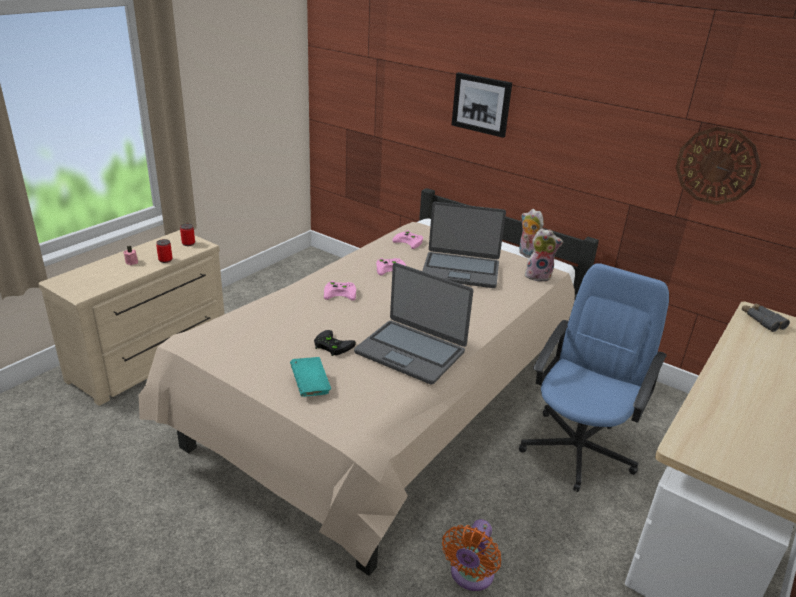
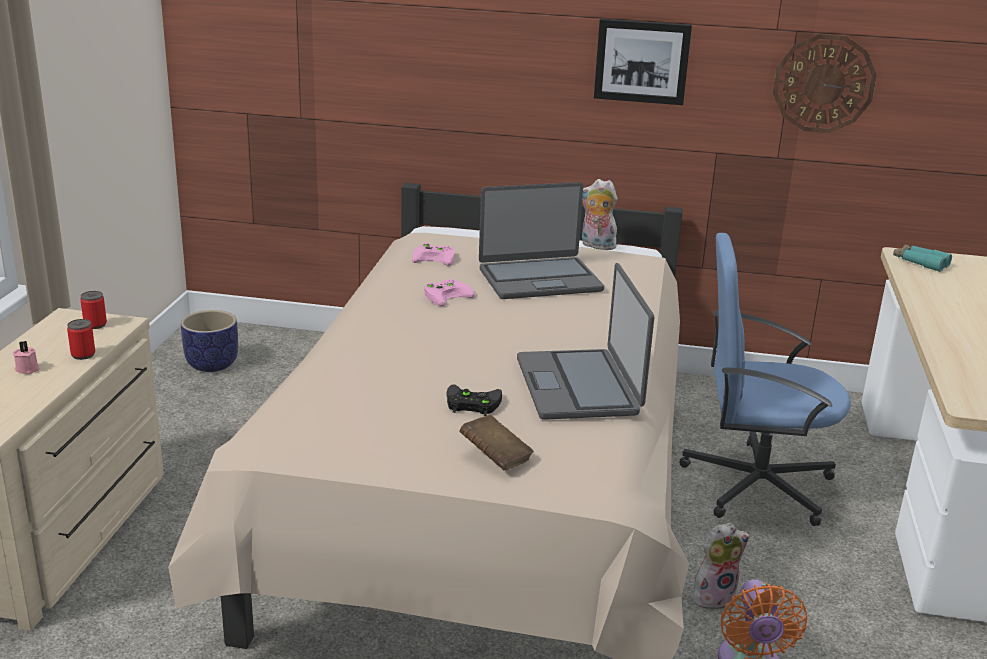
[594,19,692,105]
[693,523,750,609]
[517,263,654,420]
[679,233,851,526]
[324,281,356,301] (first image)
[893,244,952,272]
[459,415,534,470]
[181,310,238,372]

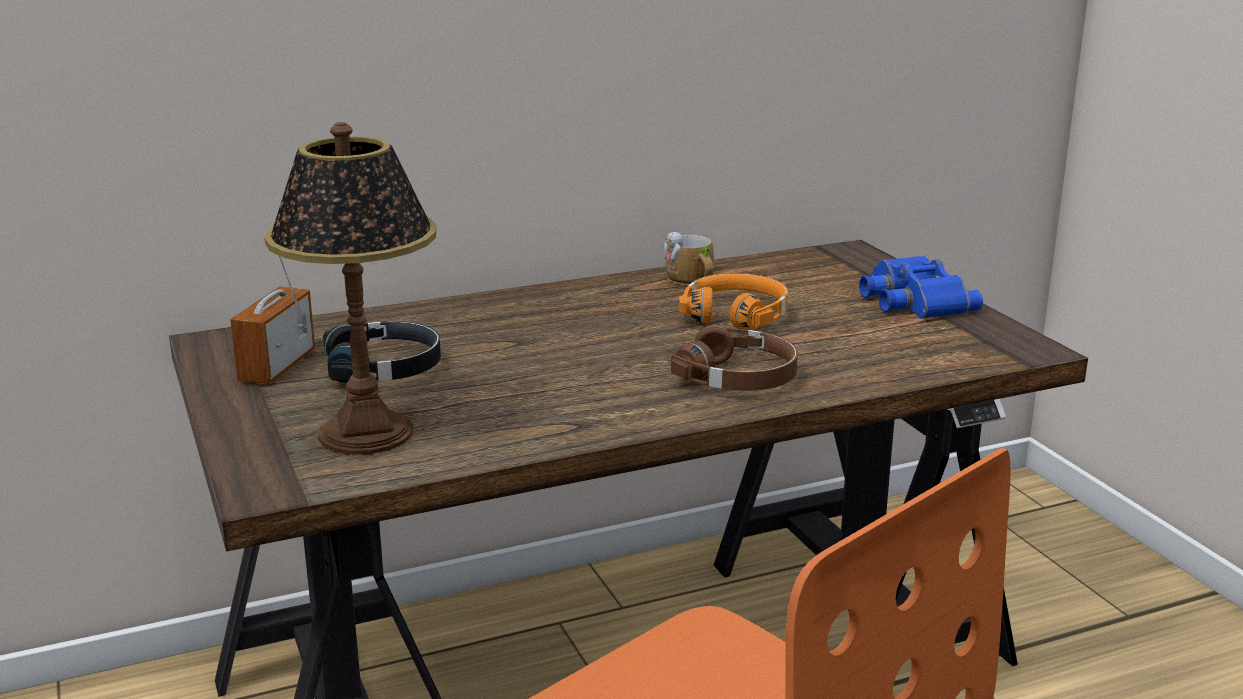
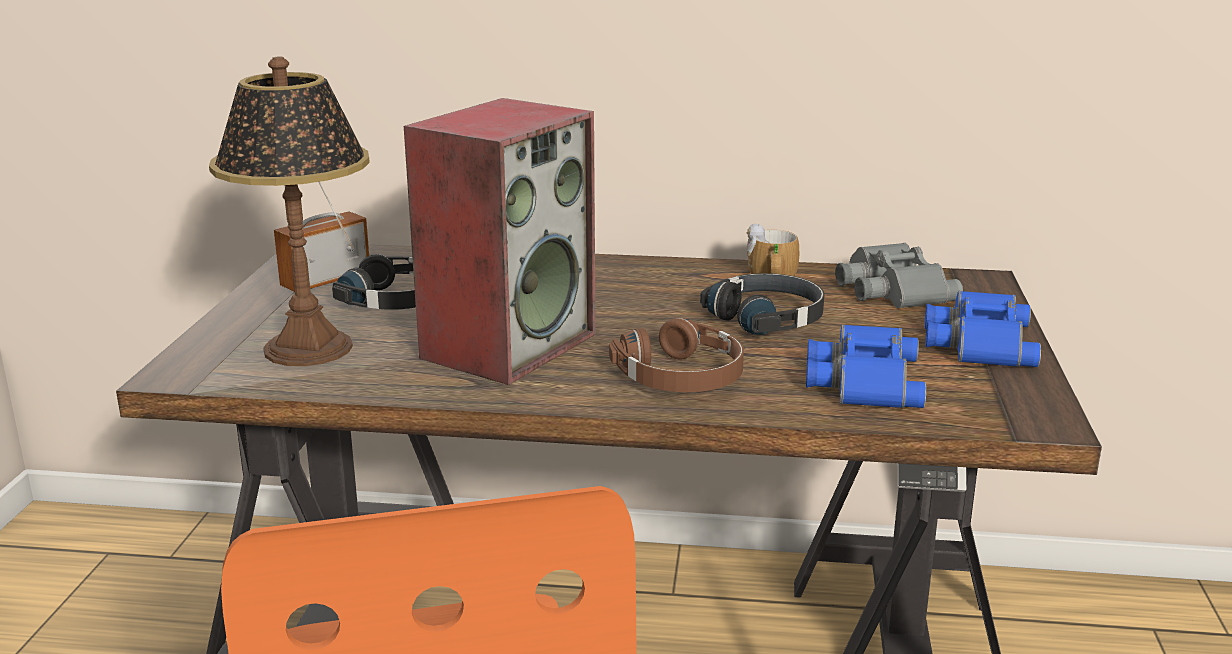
[700,273,824,335]
[404,98,596,385]
[835,243,963,308]
[806,324,926,408]

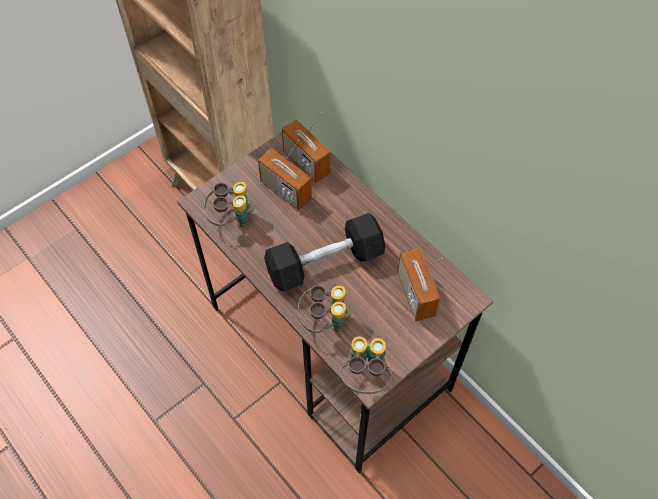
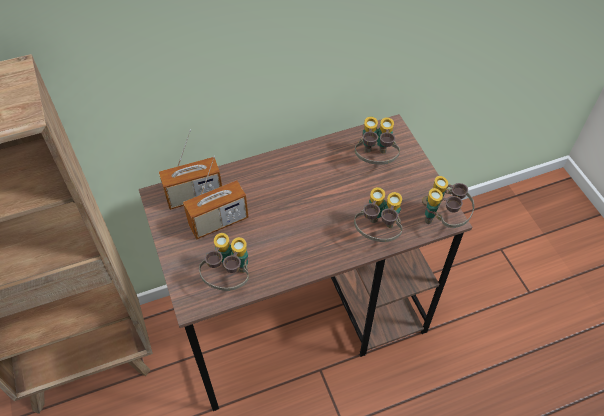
[264,213,385,291] (first image)
[355,117,400,164]

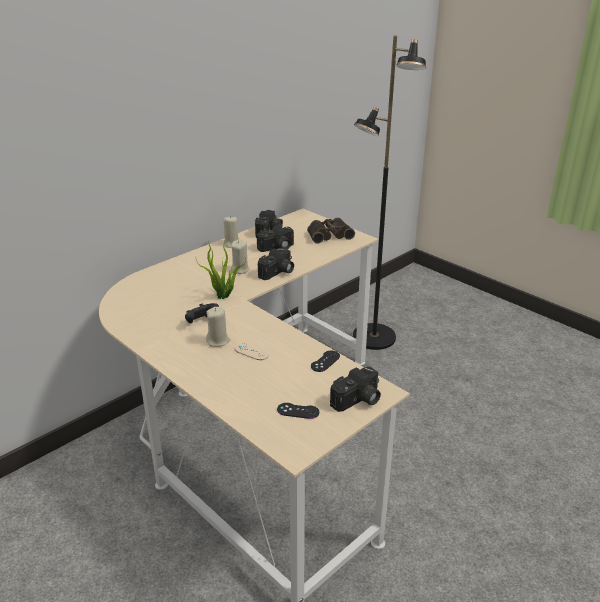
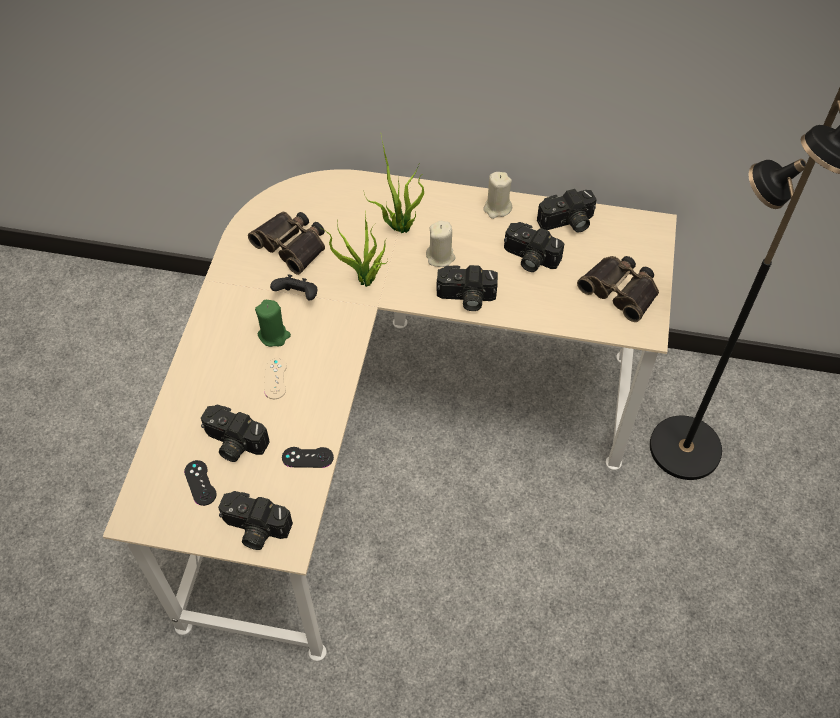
[255,300,291,347]
[364,136,424,233]
[248,211,325,275]
[201,405,270,462]

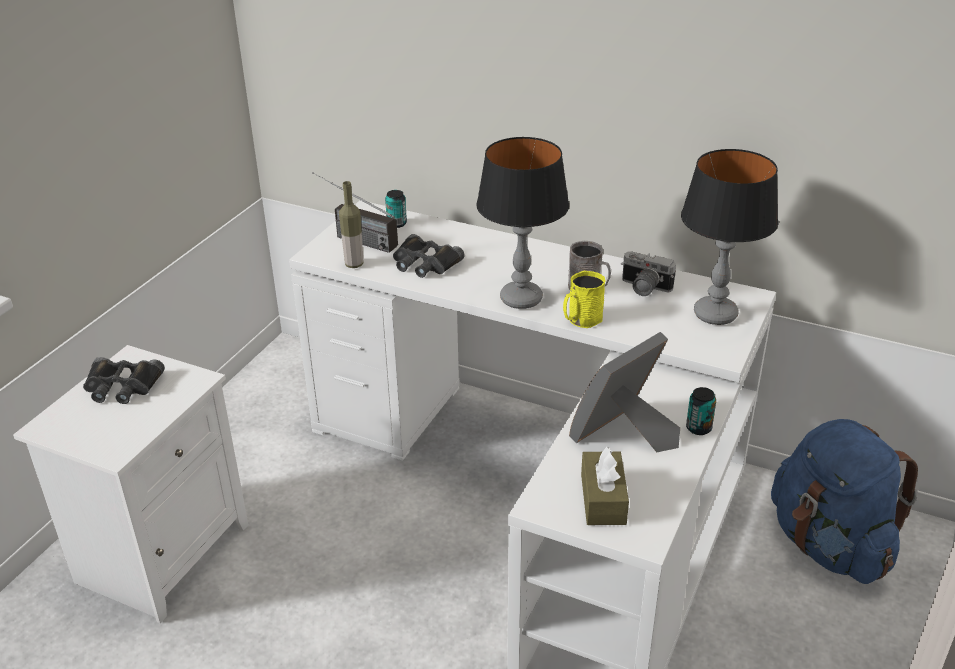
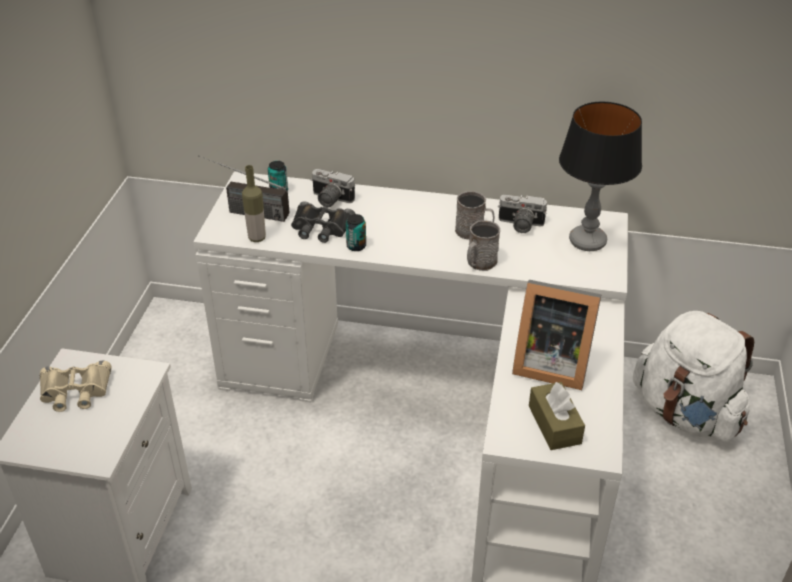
[476,137,569,309] (first image)
[467,220,500,271]
[512,280,602,390]
[40,361,111,412]
[346,214,366,251]
[633,311,754,442]
[310,169,355,207]

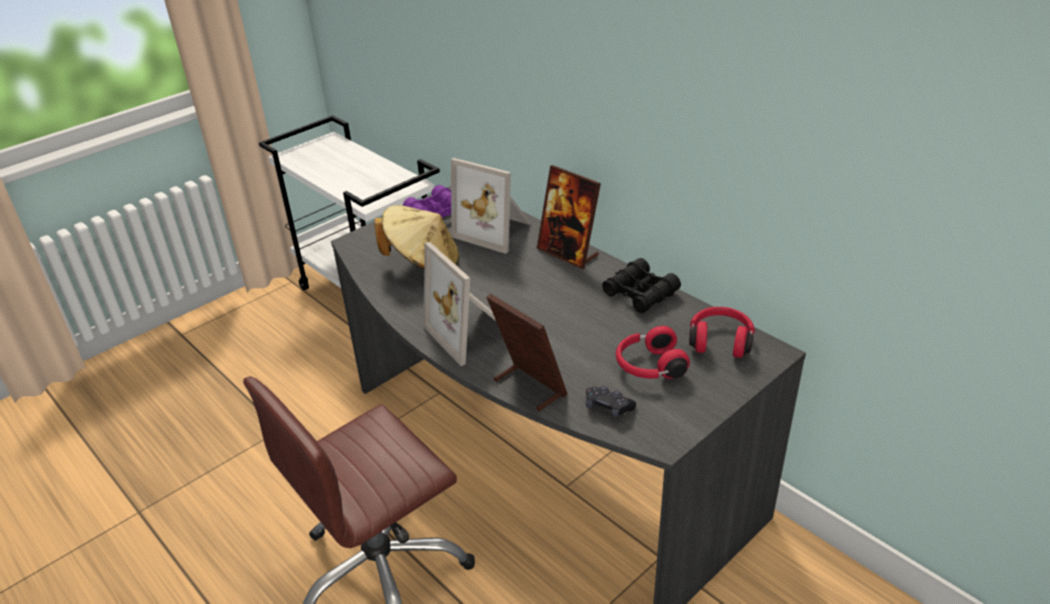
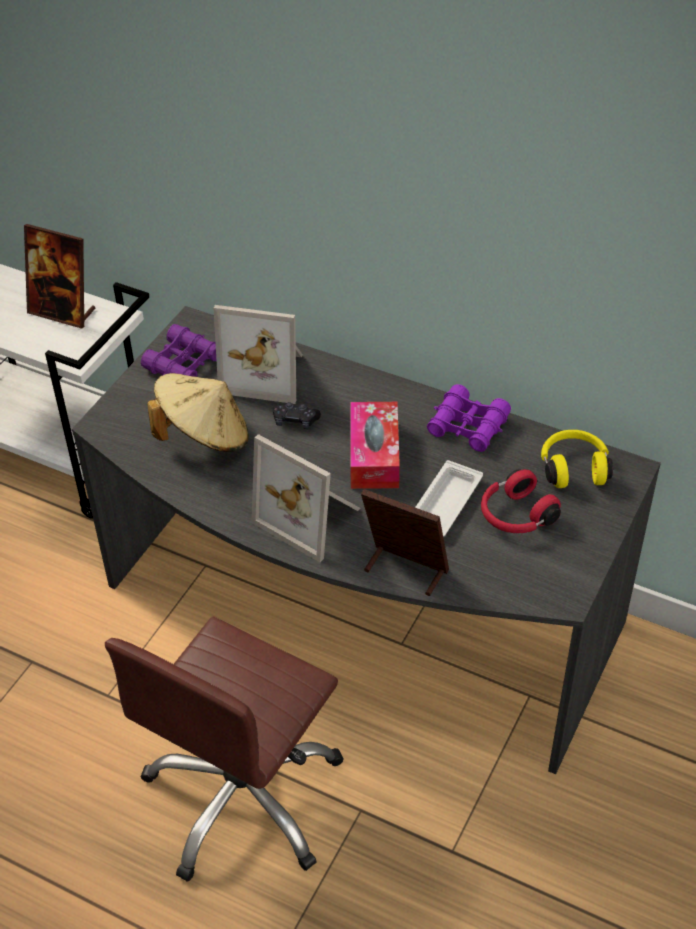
[24,224,96,329]
[427,384,511,452]
[541,430,613,488]
[273,402,321,429]
[350,402,400,489]
[415,460,483,537]

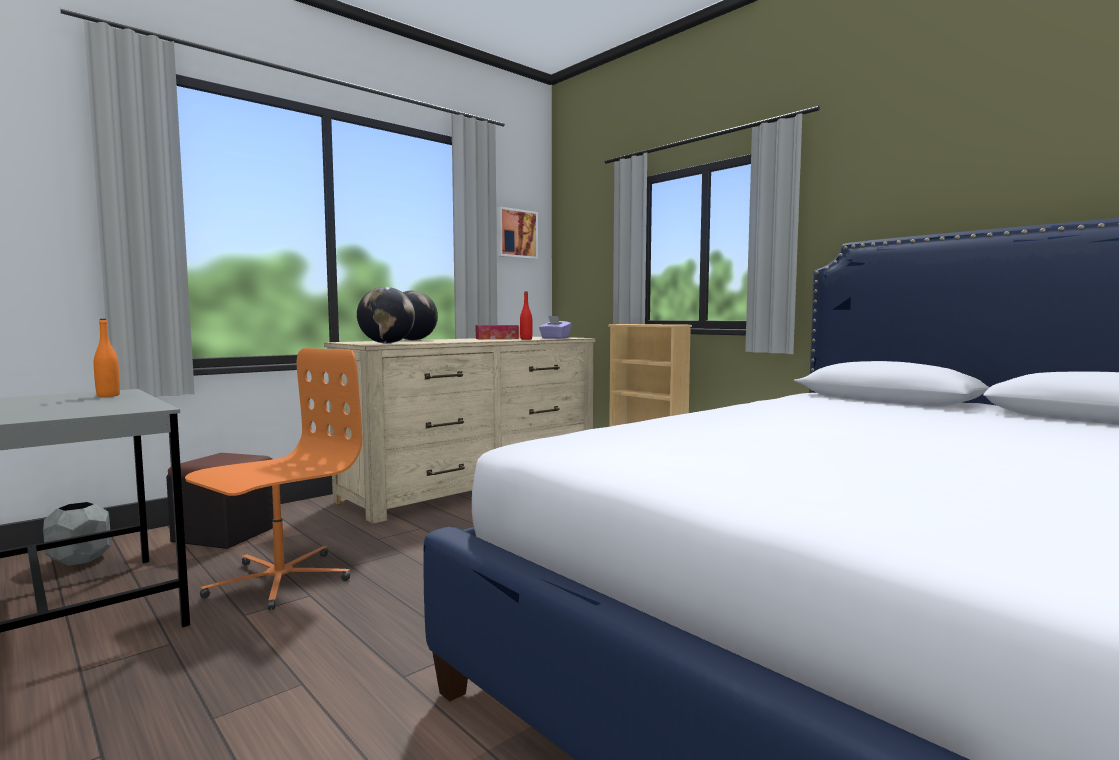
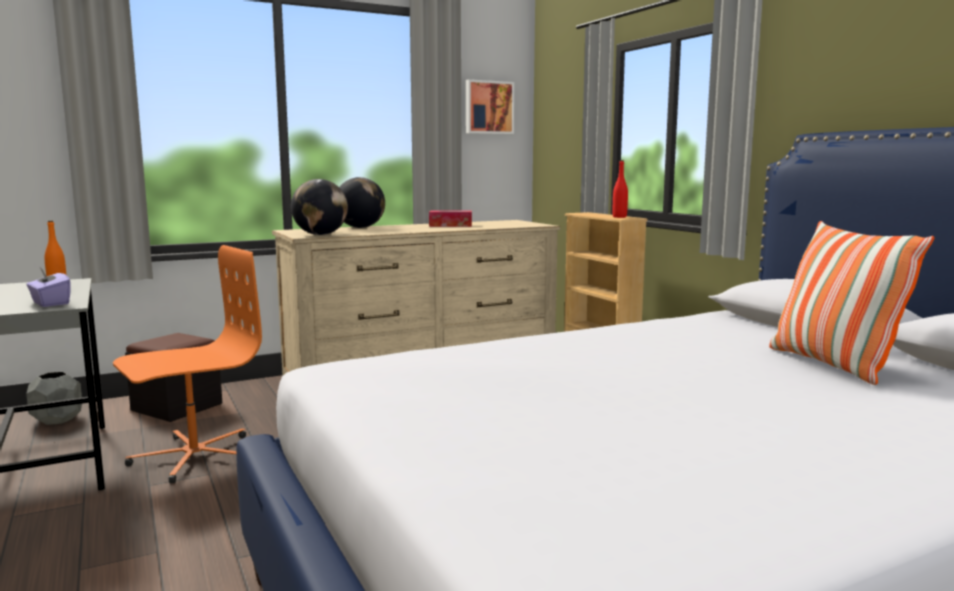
[613,160,628,218]
[26,267,71,307]
[769,221,935,385]

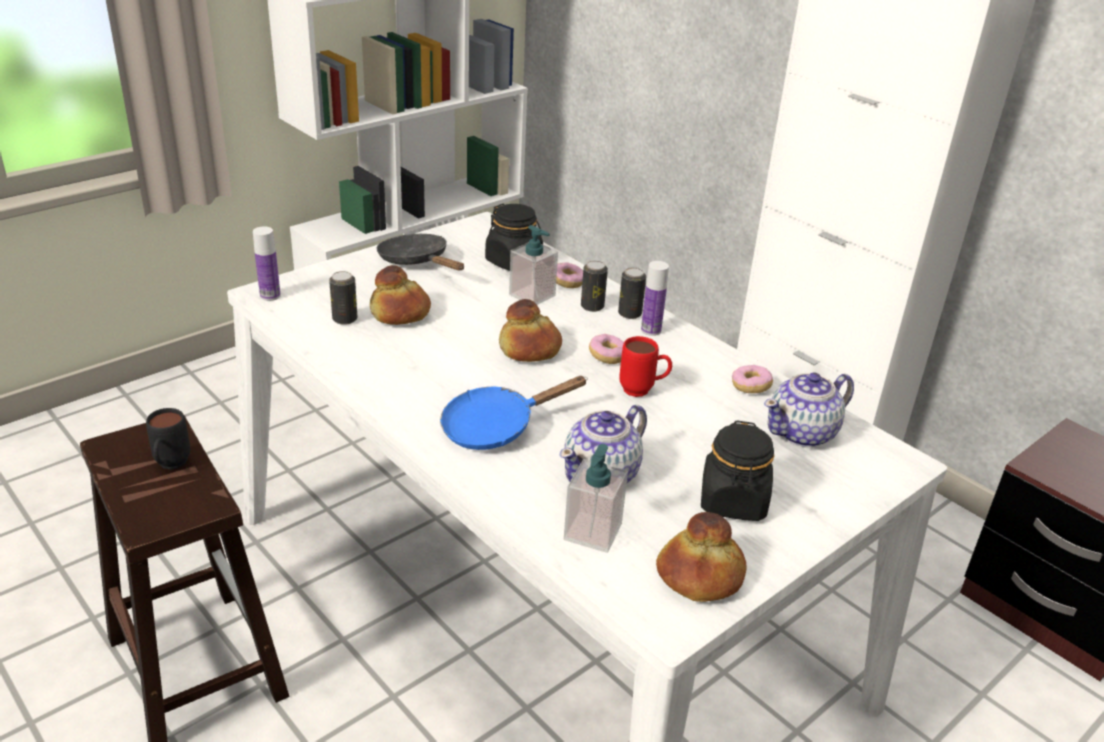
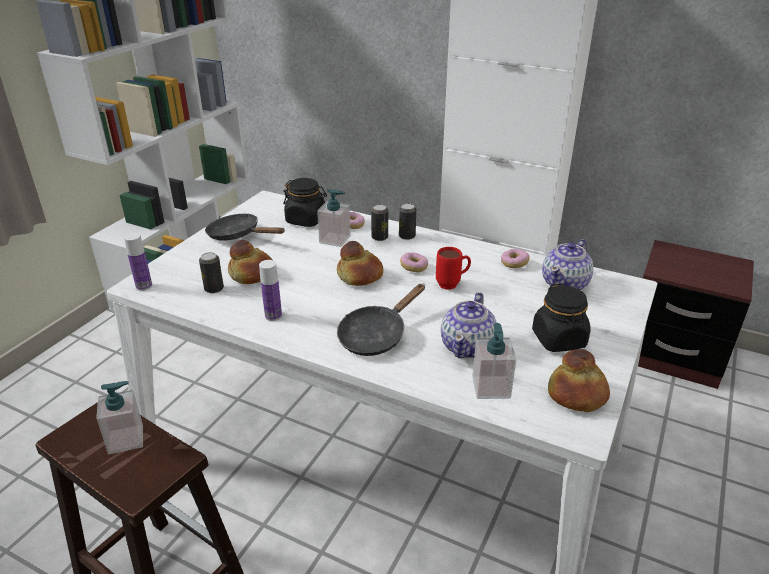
[259,260,282,321]
[337,284,425,356]
[96,381,143,454]

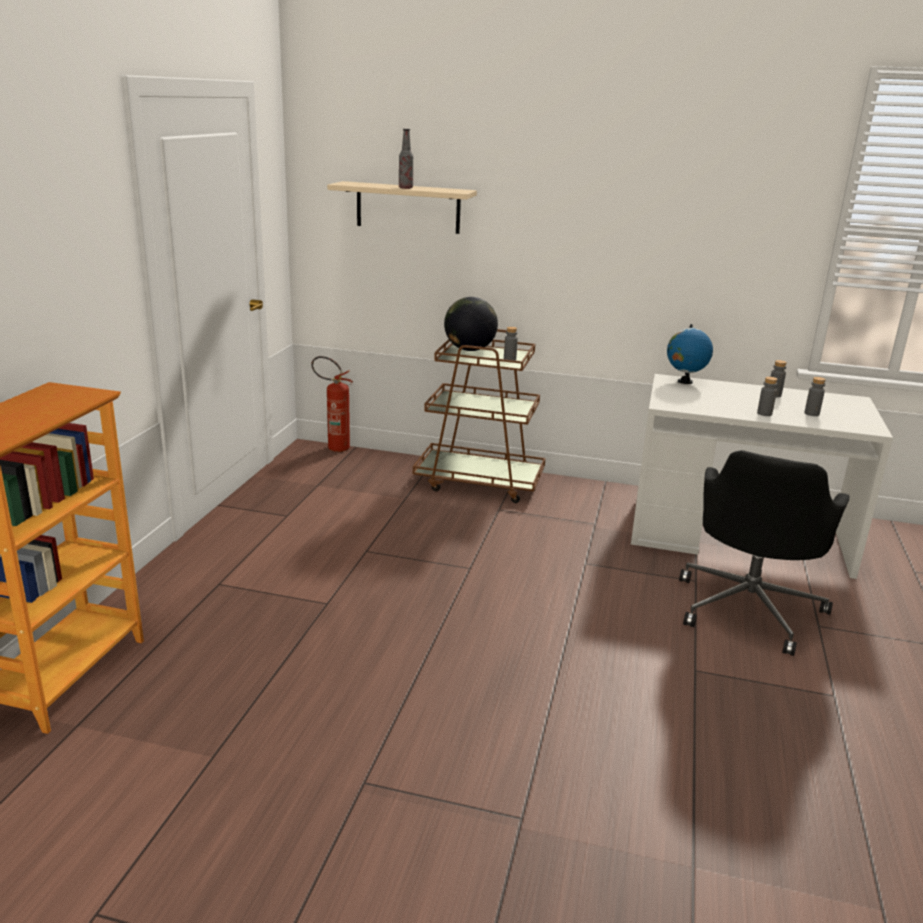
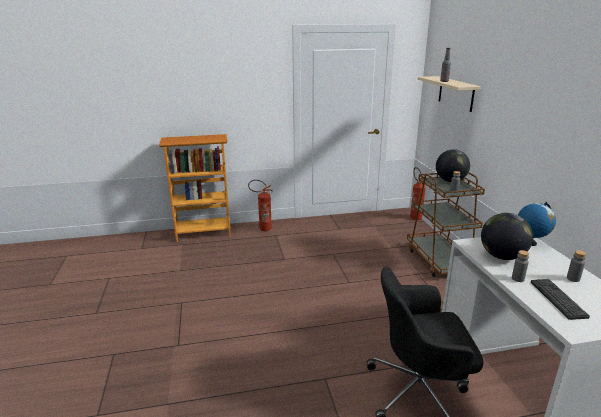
[531,279,590,320]
[248,180,273,231]
[481,213,533,260]

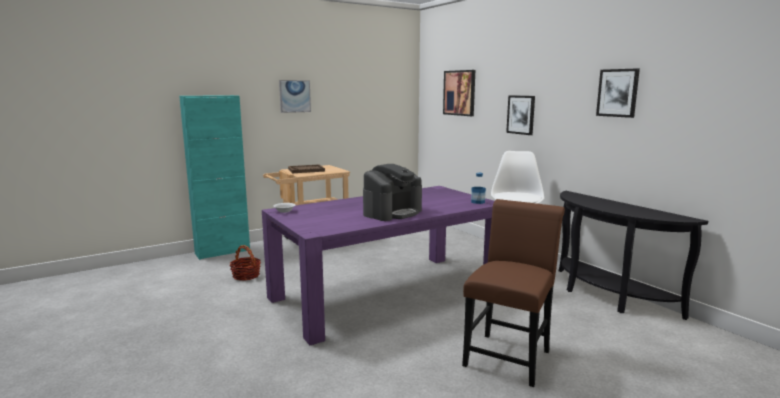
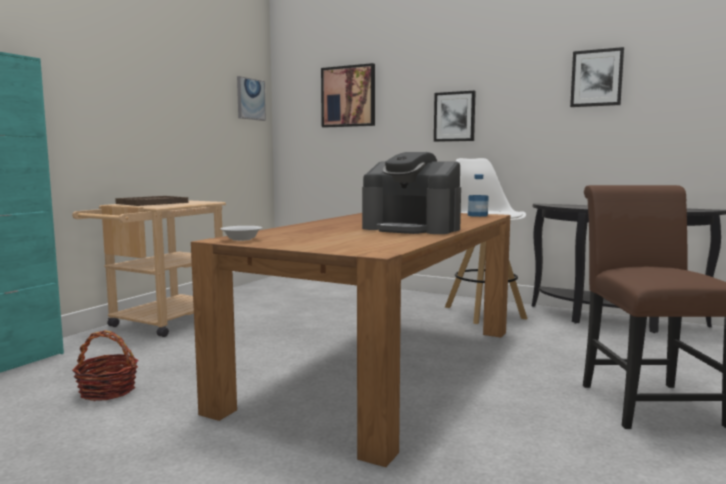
[237,76,266,121]
[362,152,461,234]
[191,213,510,467]

